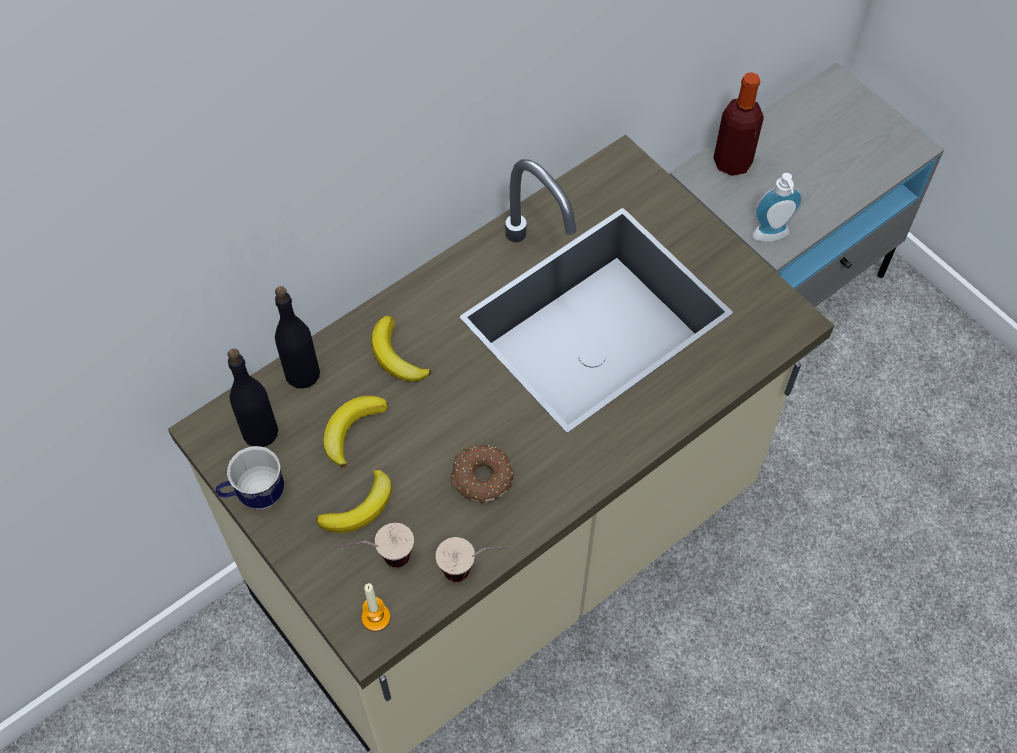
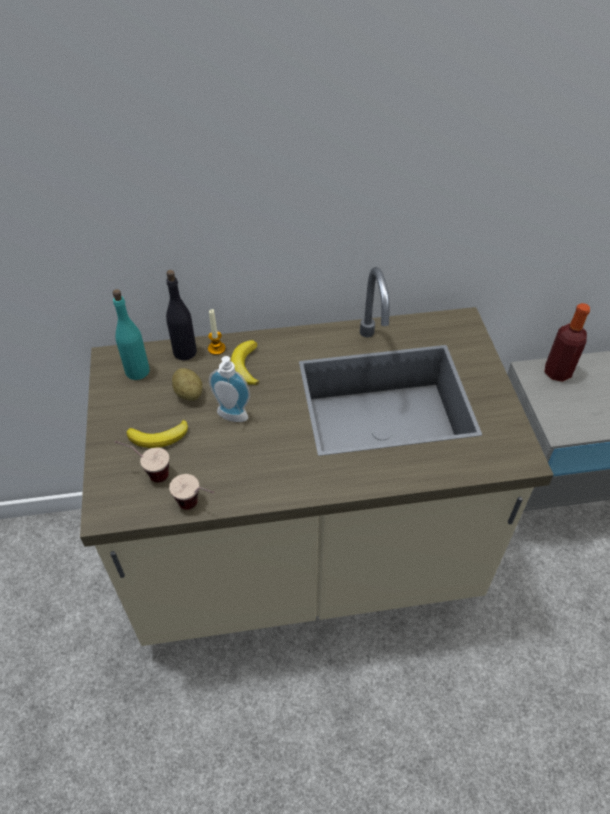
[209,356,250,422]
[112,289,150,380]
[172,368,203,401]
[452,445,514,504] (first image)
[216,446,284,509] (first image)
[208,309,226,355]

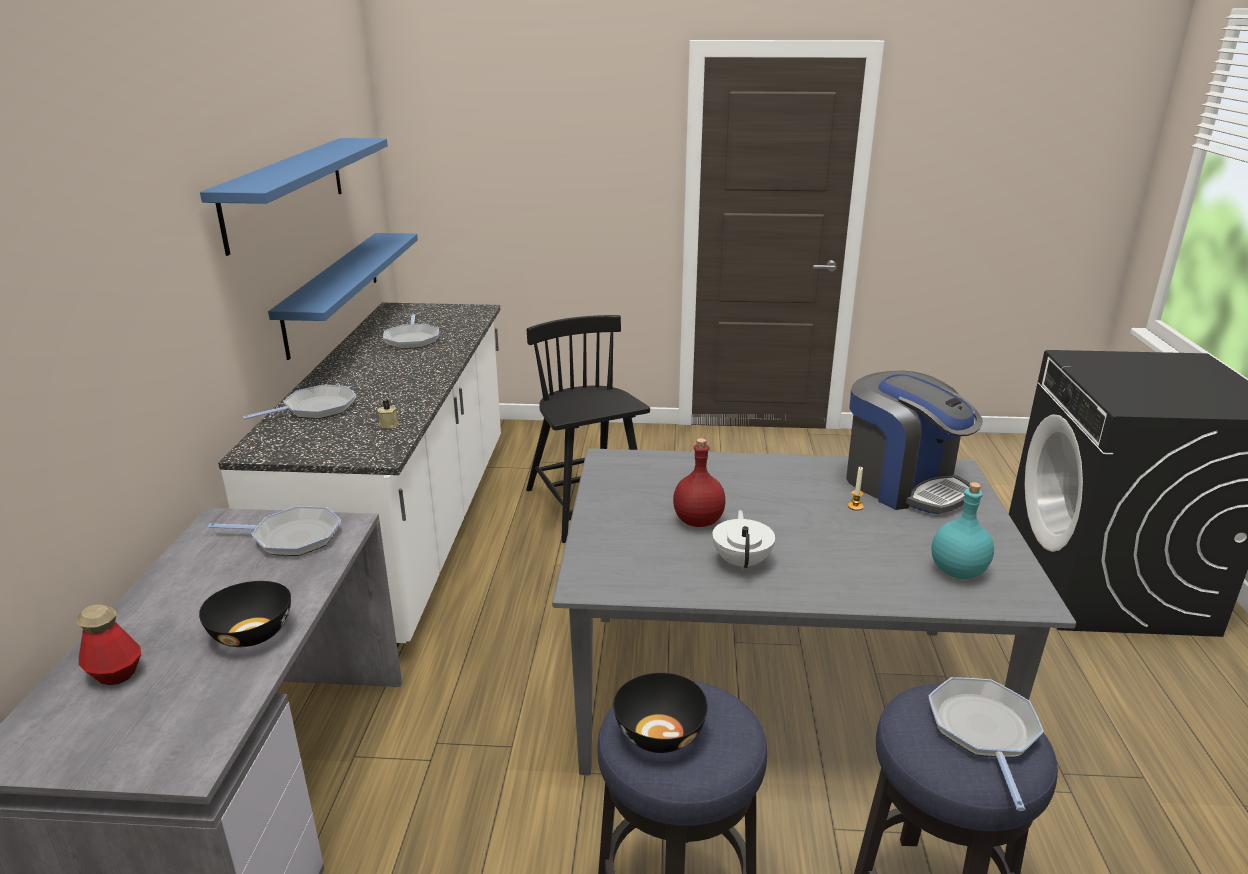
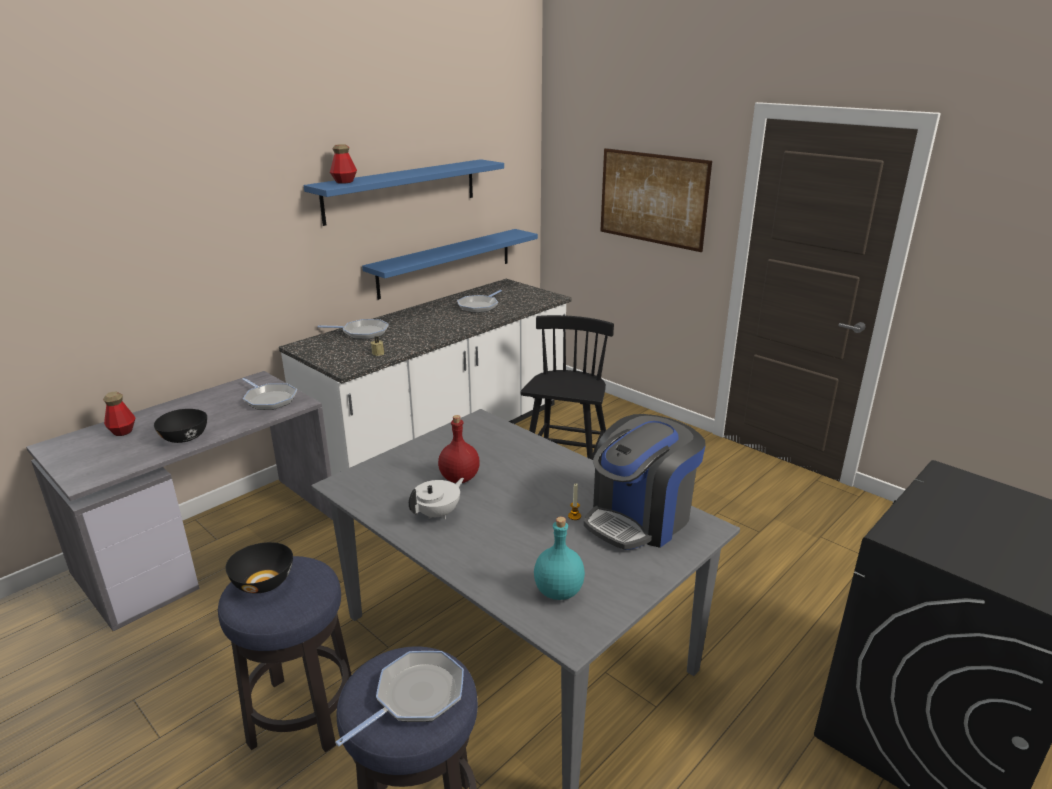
[584,414,706,550]
[330,144,357,184]
[600,148,712,252]

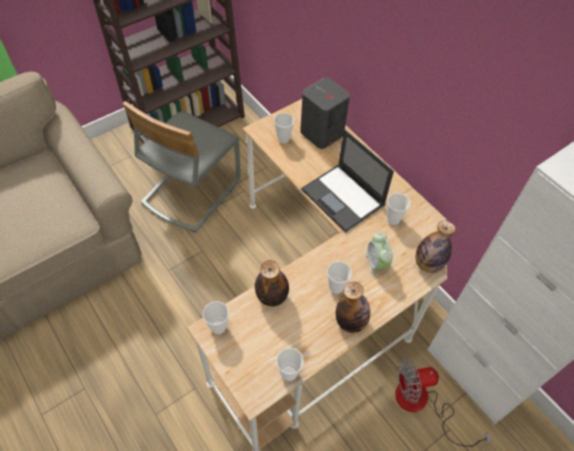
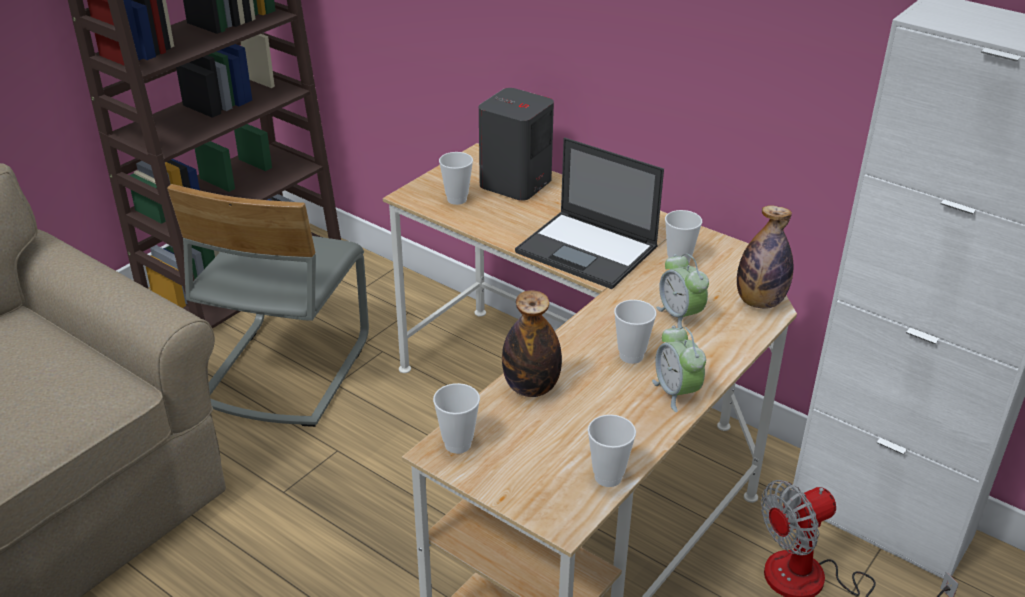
[652,326,706,412]

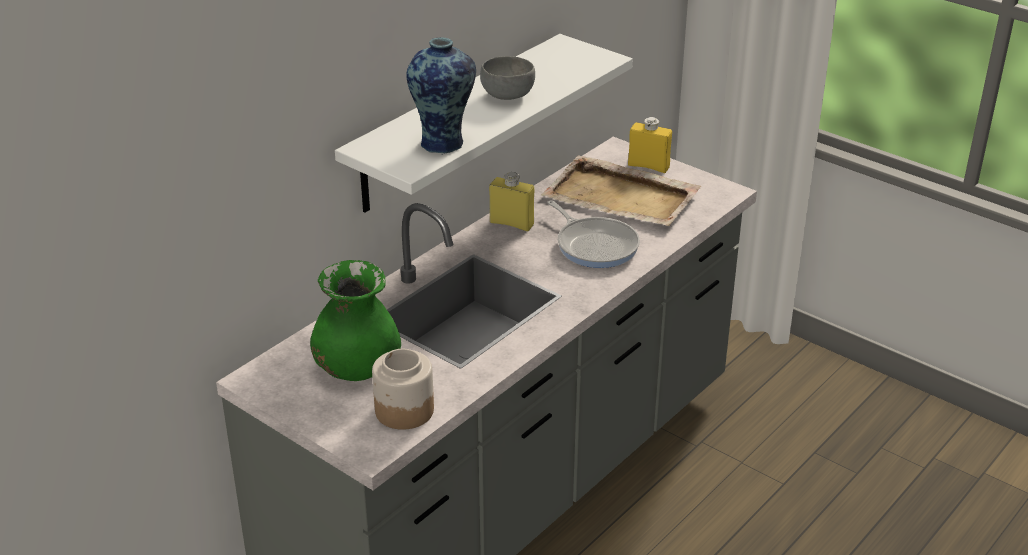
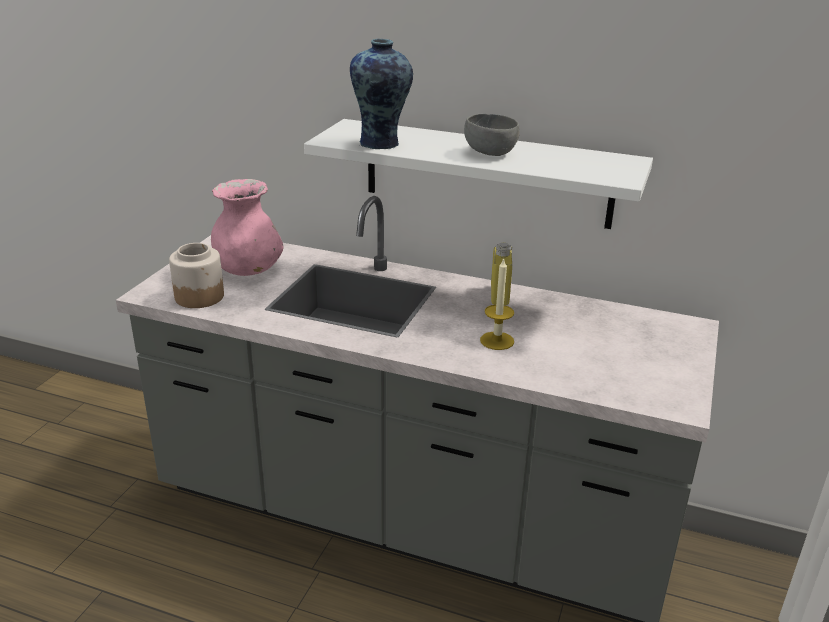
[628,117,672,173] (first image)
[541,155,701,226] (first image)
[480,258,514,350]
[211,179,283,276]

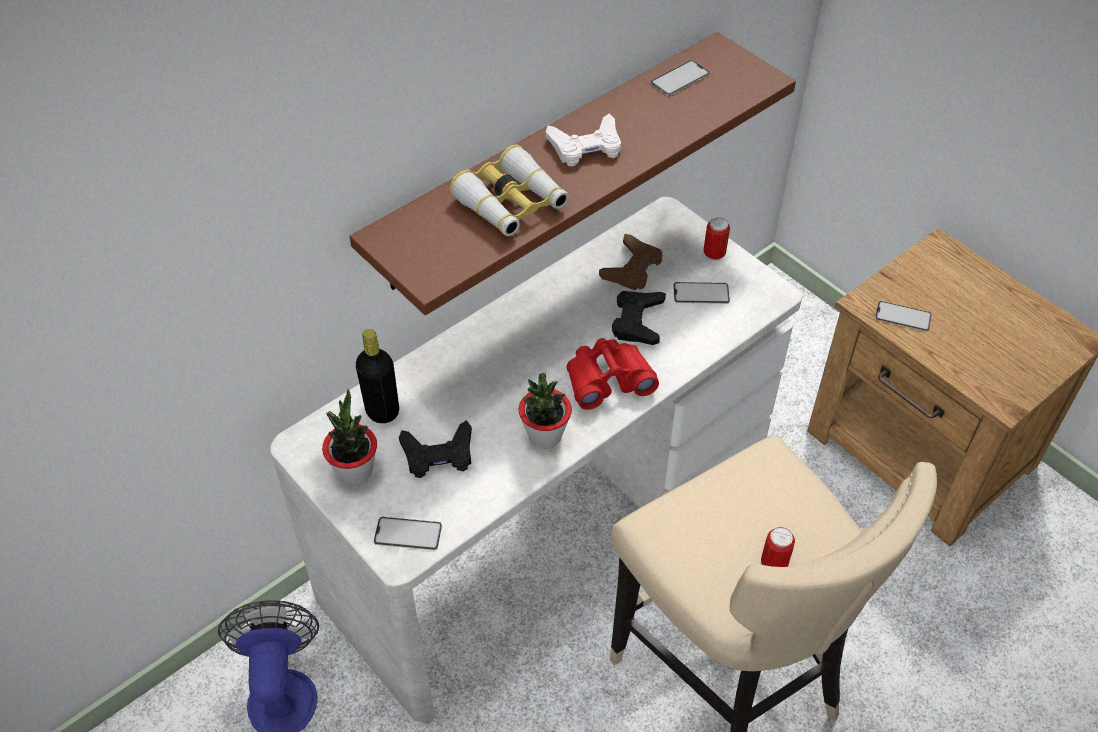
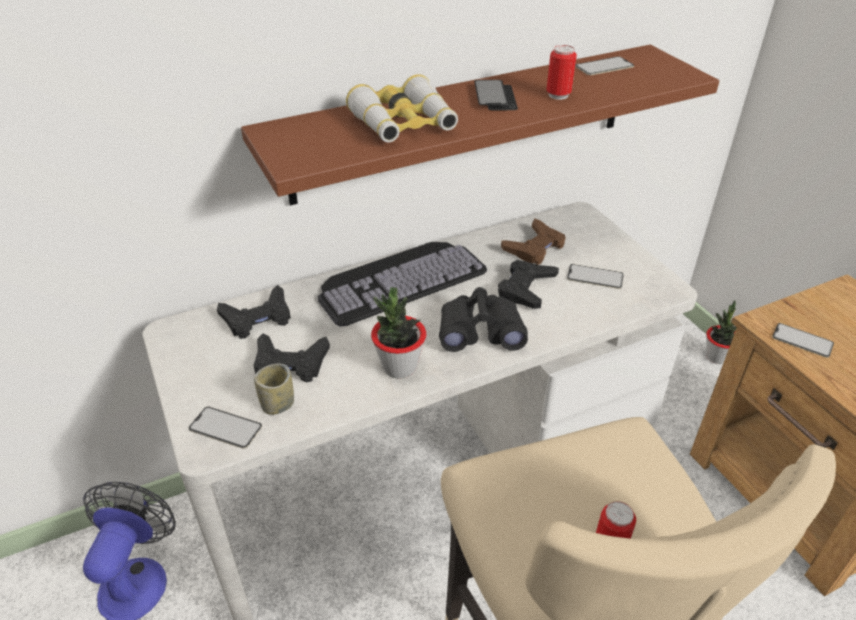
[474,80,518,111]
[547,45,577,100]
[217,285,291,339]
[439,287,528,352]
[706,300,737,364]
[318,242,487,326]
[254,363,294,415]

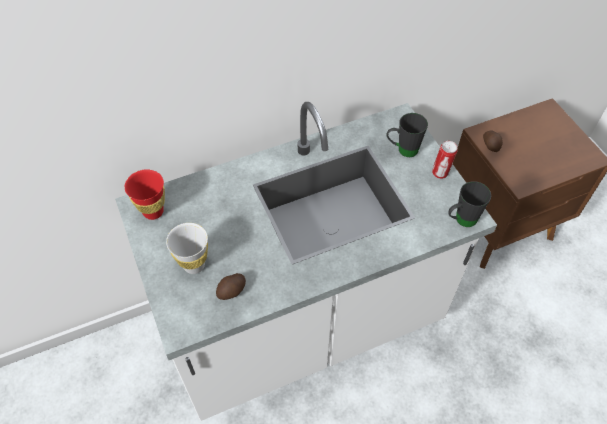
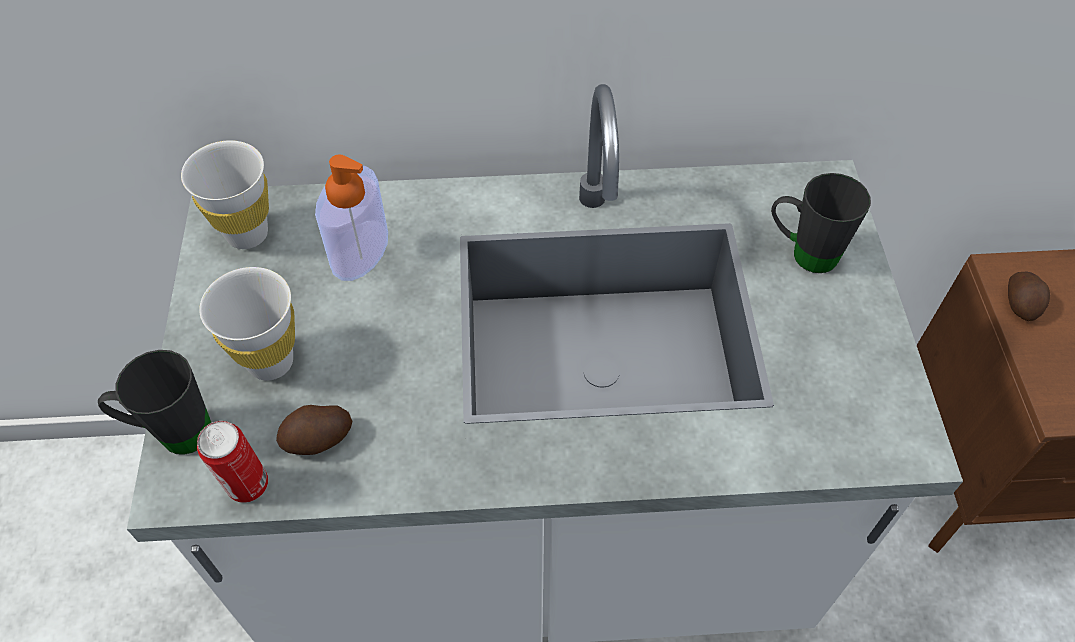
[197,421,268,503]
[181,140,269,249]
[98,350,211,455]
[315,154,388,281]

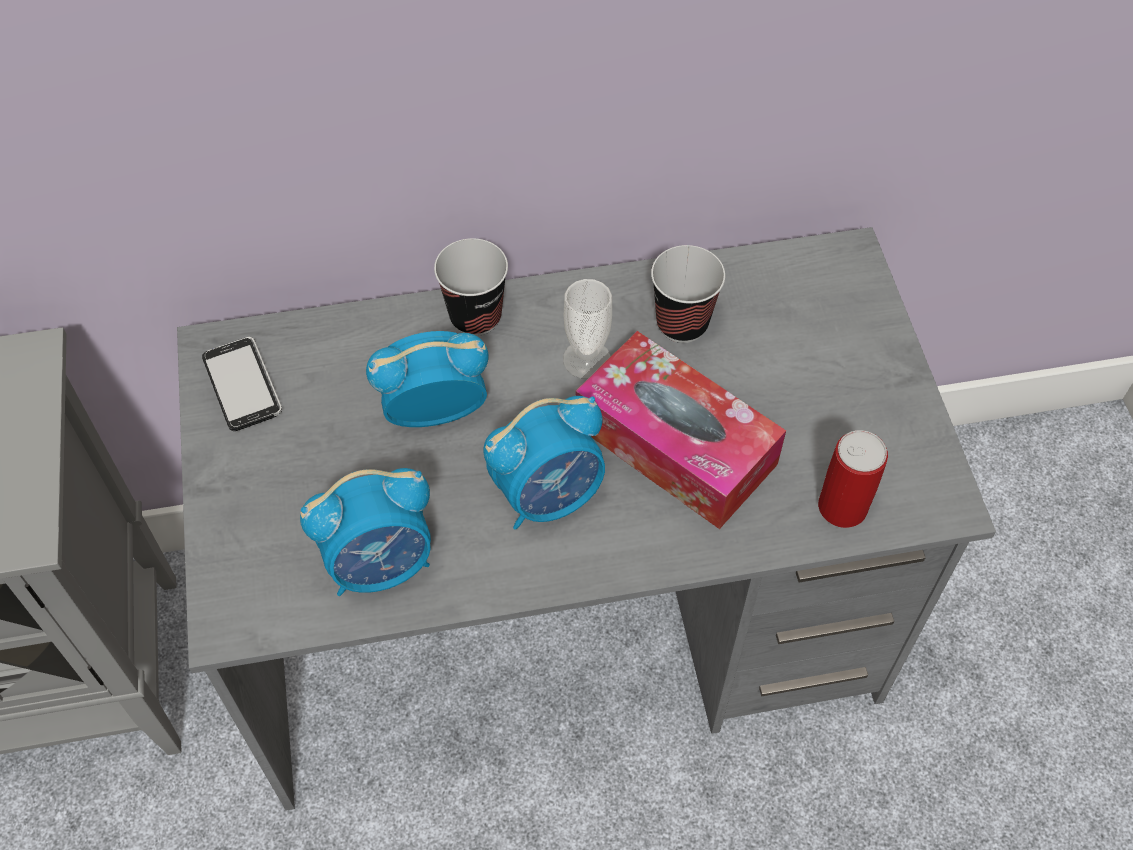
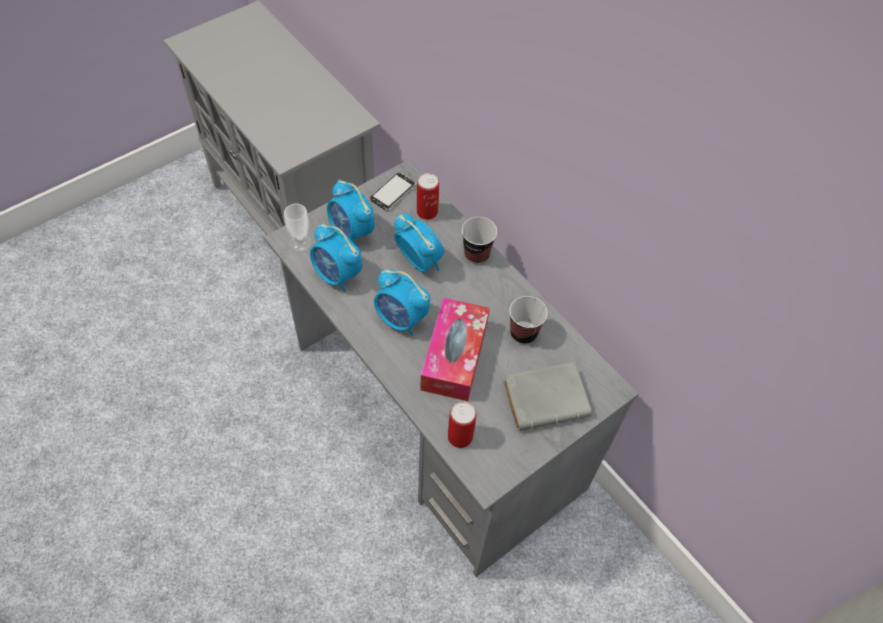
[284,204,312,252]
[417,173,439,220]
[327,179,375,246]
[503,362,592,431]

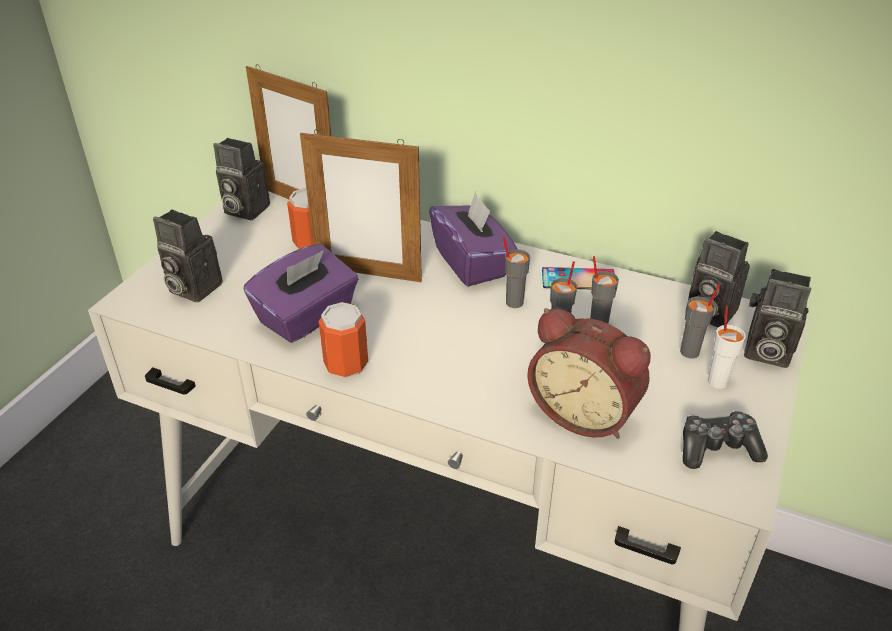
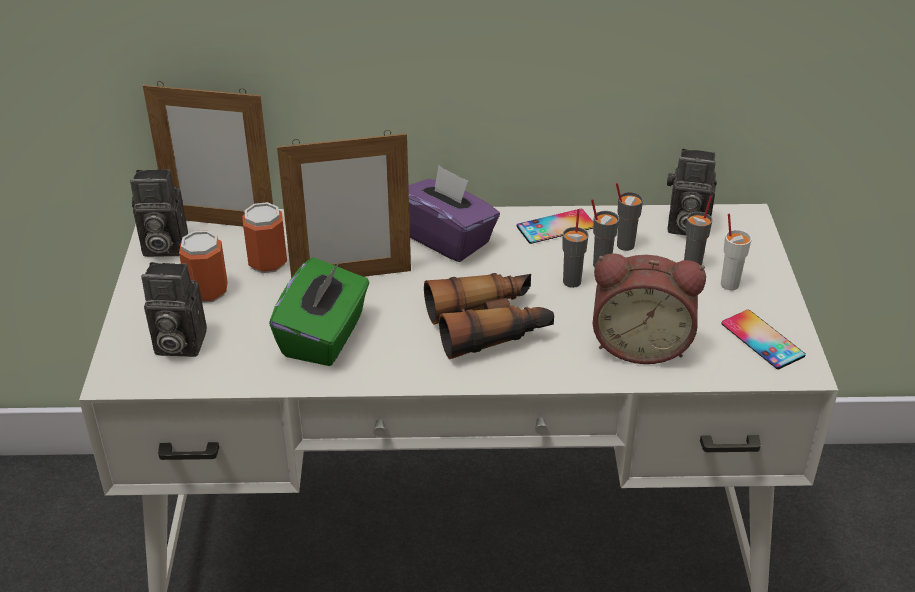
[616,183,643,251]
[269,257,369,366]
[744,269,811,368] (first image)
[179,230,228,303]
[721,310,806,369]
[424,273,554,359]

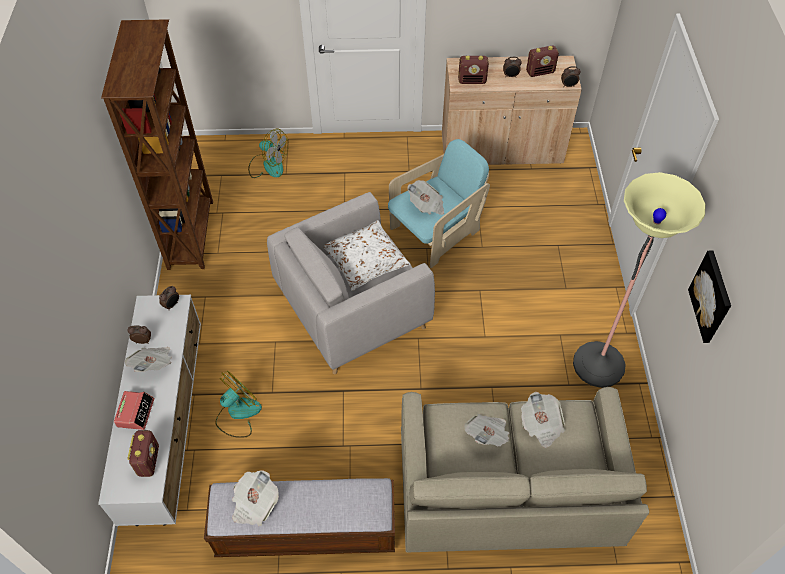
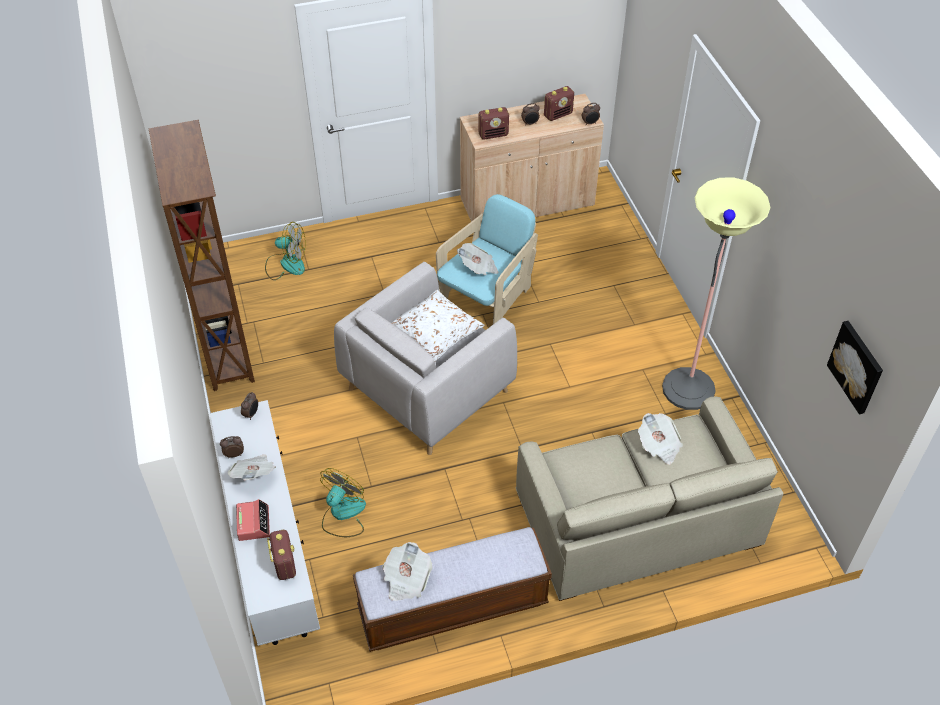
[827,321,883,414]
[464,414,510,446] (first image)

